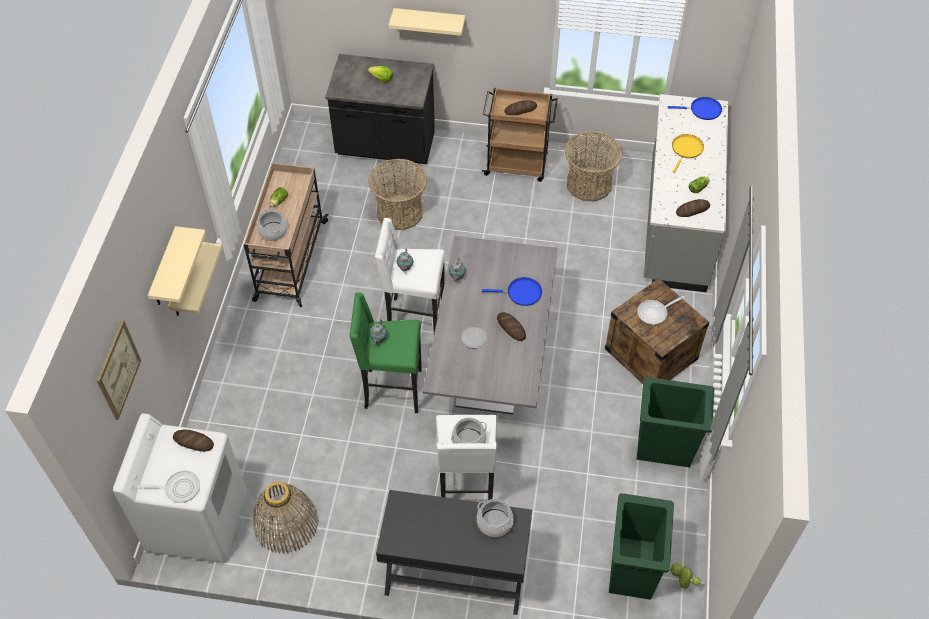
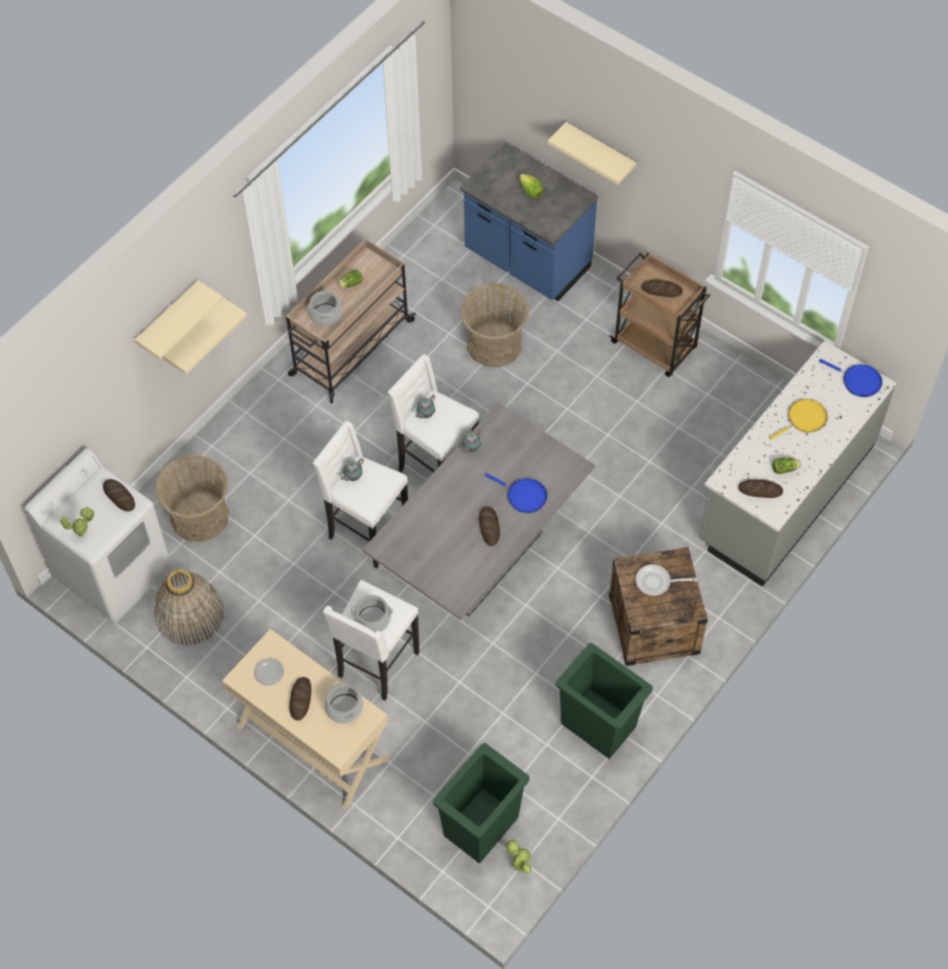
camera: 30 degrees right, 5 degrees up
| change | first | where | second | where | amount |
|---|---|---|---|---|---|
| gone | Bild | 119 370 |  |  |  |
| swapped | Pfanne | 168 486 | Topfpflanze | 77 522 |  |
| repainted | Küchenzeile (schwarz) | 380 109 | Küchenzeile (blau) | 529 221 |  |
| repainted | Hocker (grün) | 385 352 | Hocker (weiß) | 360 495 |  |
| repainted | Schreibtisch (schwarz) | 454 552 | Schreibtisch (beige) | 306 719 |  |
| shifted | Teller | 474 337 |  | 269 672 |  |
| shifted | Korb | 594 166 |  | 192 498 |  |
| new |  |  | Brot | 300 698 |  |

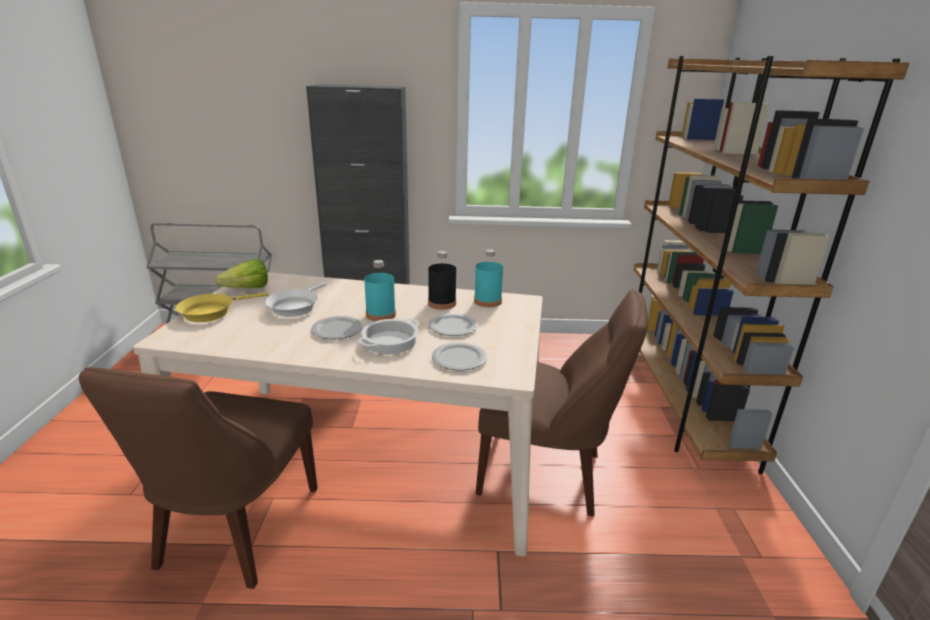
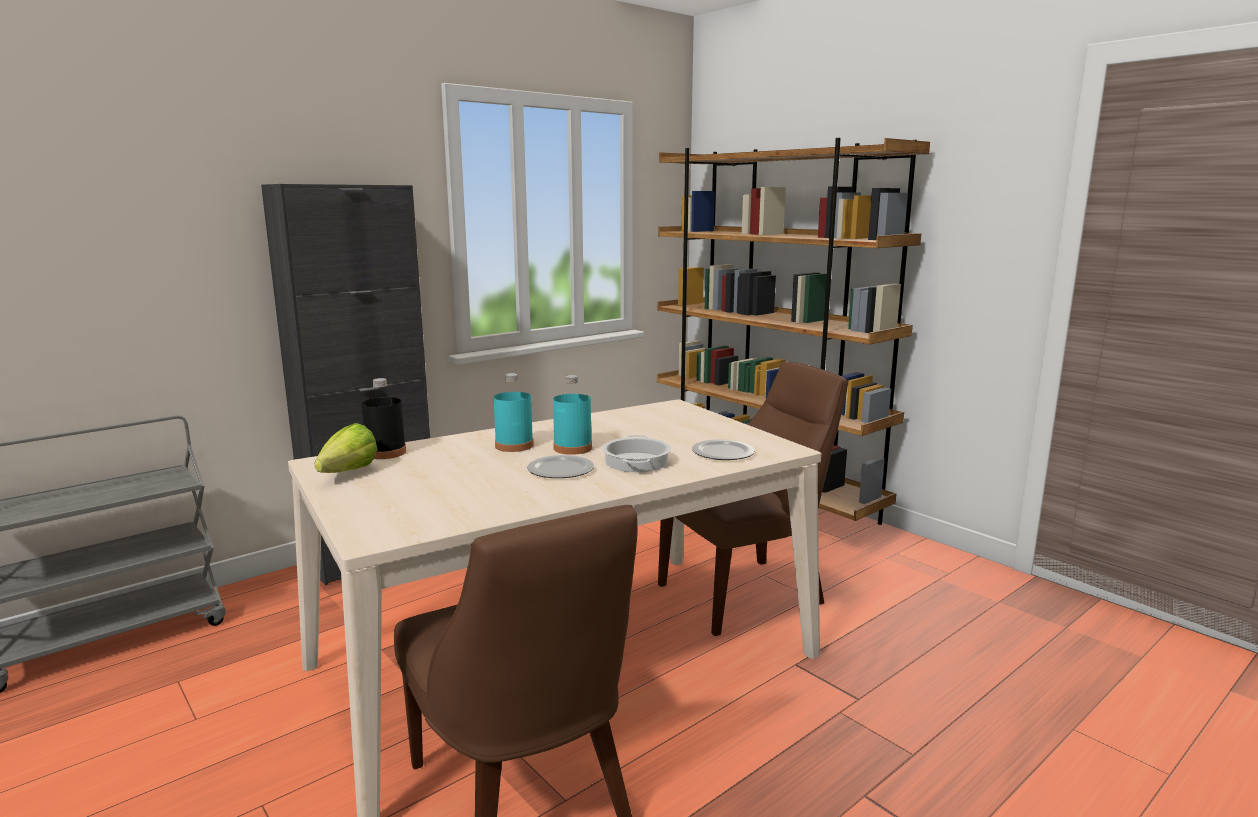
camera: 40 degrees left, 10 degrees down
| change | first | where | second | where | amount |
|---|---|---|---|---|---|
| gone | Pfanne (gelb) | 222 307 |  |  |  |
| gone | Pfanne (weiß) | 296 299 |  |  |  |
| shifted | Flasche (schwarz) | 442 280 |  | 383 418 |  |
| gone | Teller | 453 324 |  |  |  |
| shifted | Flasche (türkis) | 488 278 |  | 513 412 |  |

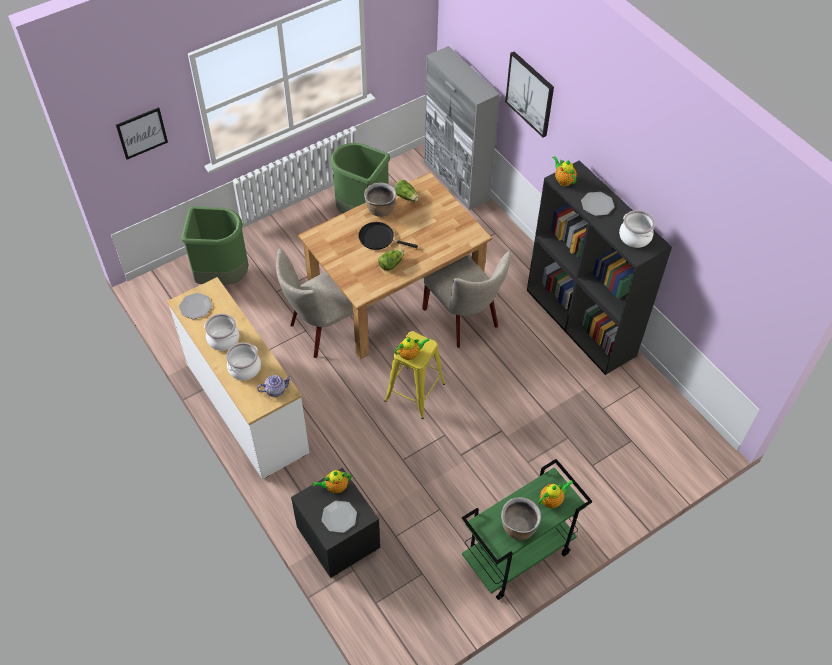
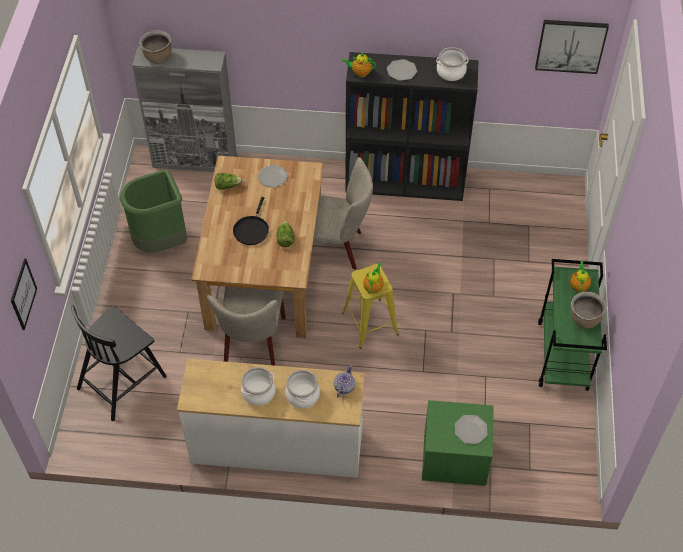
camera: 50 degrees left, 0 degrees up
| change | first | where | second | where | amount |
|---|---|---|---|---|---|
| shifted | Teller | 195 306 |  | 273 176 |  |
| swapped | Mülleimer (grün) | 215 245 | Stuhl (schwarz) | 118 363 |  |
| repainted | Nachttisch (schwarz) | 335 522 | Nachttisch (grün) | 458 443 |  |
| gone | Teekanne | 332 481 |  |  |  |
| rotated | Pfanne (schwarz) | 388 236 |  | 251 221 | 45 degrees counterclockwise |
| shifted | Kochtopf (braun) | 380 200 |  | 155 47 |  |
| shifted | Bild | 529 94 |  | 572 47 |  |

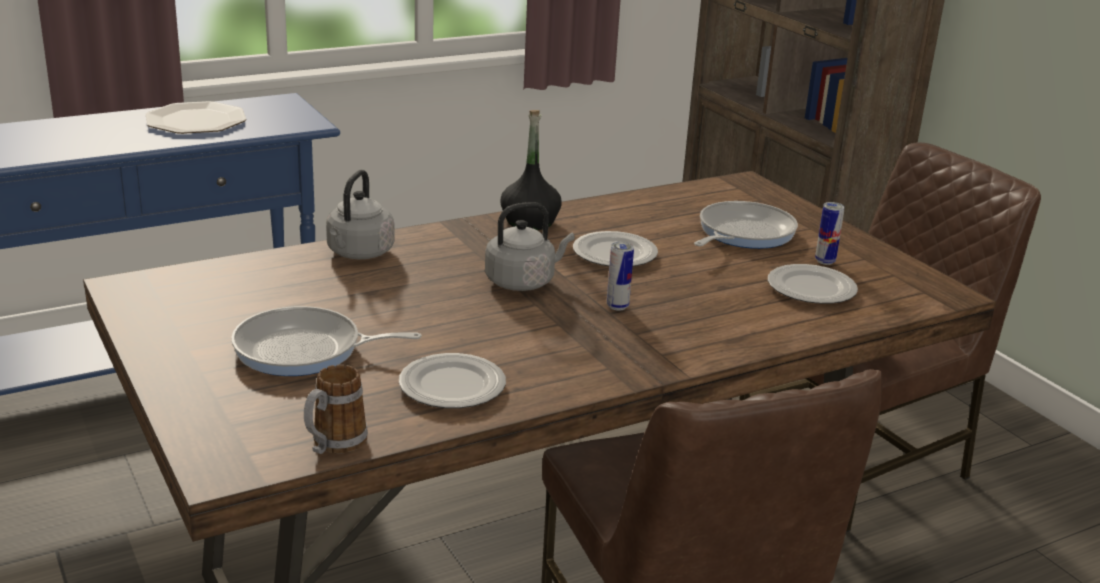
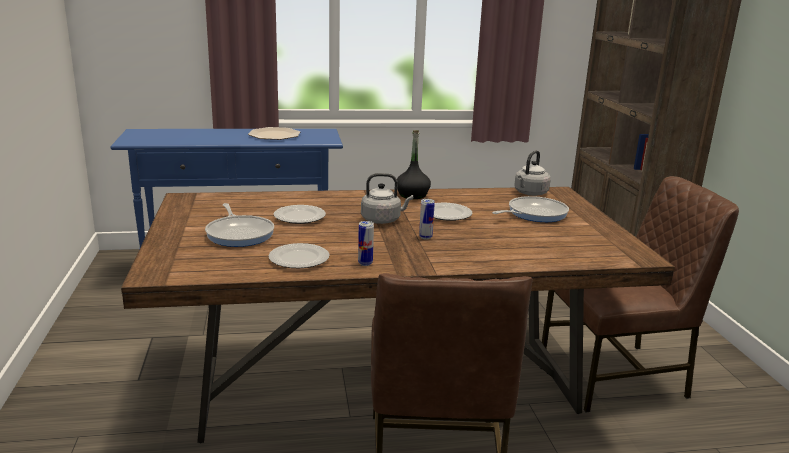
camera: 20 degrees right, 5 degrees down
| change | first | where | second | where | amount |
|---|---|---|---|---|---|
| rotated | Pfanne | 326 341 |  | 239 225 | 135 degrees counterclockwise |
| gone | Henkelbecher | 336 409 |  |  |  |
| shifted | Wasserkessel (grau) | 360 214 |  | 532 173 |  |
| shifted | Teller | 813 284 |  | 300 214 |  |
| shifted | Dose | 830 233 |  | 366 243 |  |

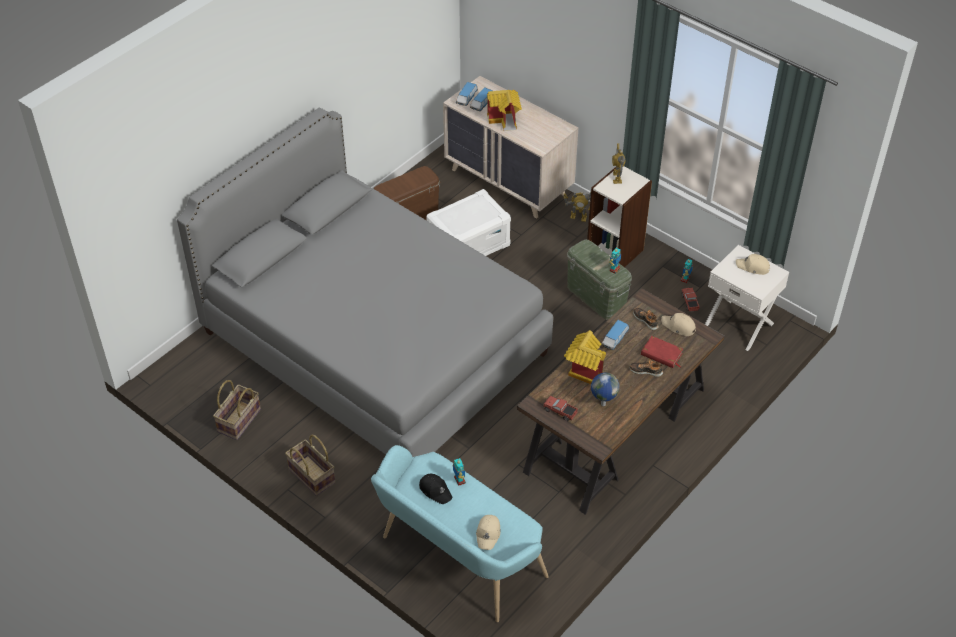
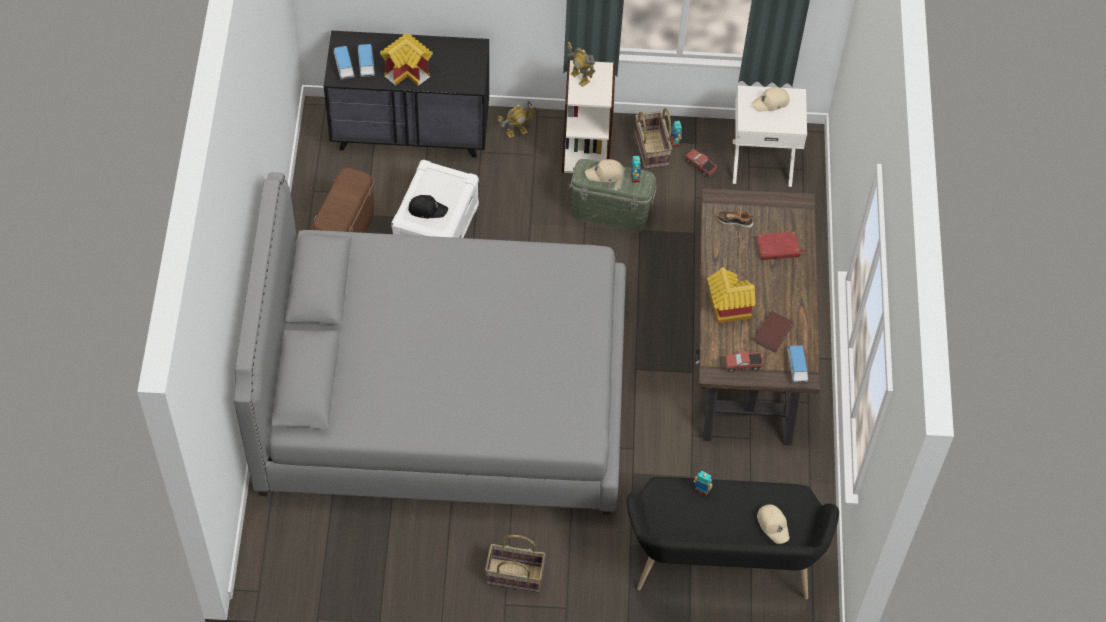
camera: 40 degrees left, 10 degrees up
| change | first | where | second | where | amount |
|---|---|---|---|---|---|
| shifted | Korb | 237 410 |  | 653 138 |  |
| repainted | Bank (türkis) | 460 533 | Bank (schwarz) | 732 538 |  |
| shifted | Kappe (schwarz) | 435 489 |  | 428 206 |  |
| repainted | Kommode (beige) | 511 147 | Kommode (schwarz) | 406 94 |  |
| swapped | Globus | 605 389 | Buch (braun) | 773 331 |  |
| shifted | Spielzeugauto | 615 335 |  | 797 364 |  |
| gone | Schuh | 646 368 |  |  |  |
| shifted | Kappe (beige) | 678 324 |  | 604 170 |  |

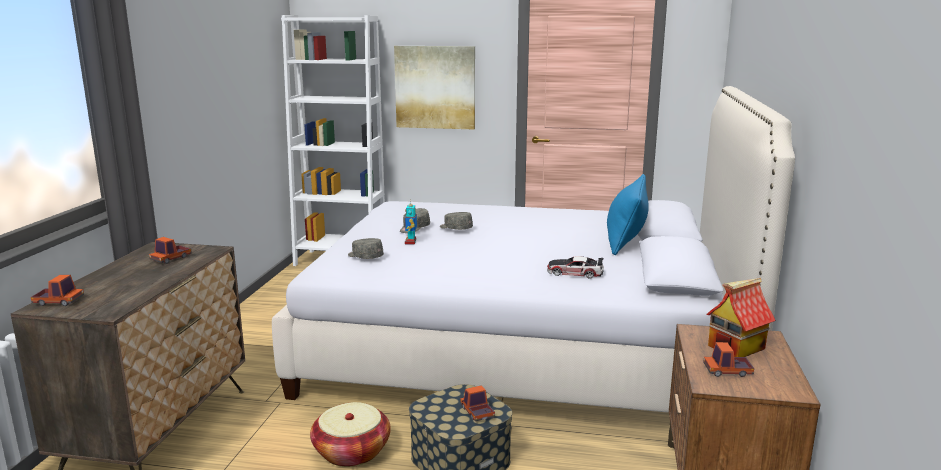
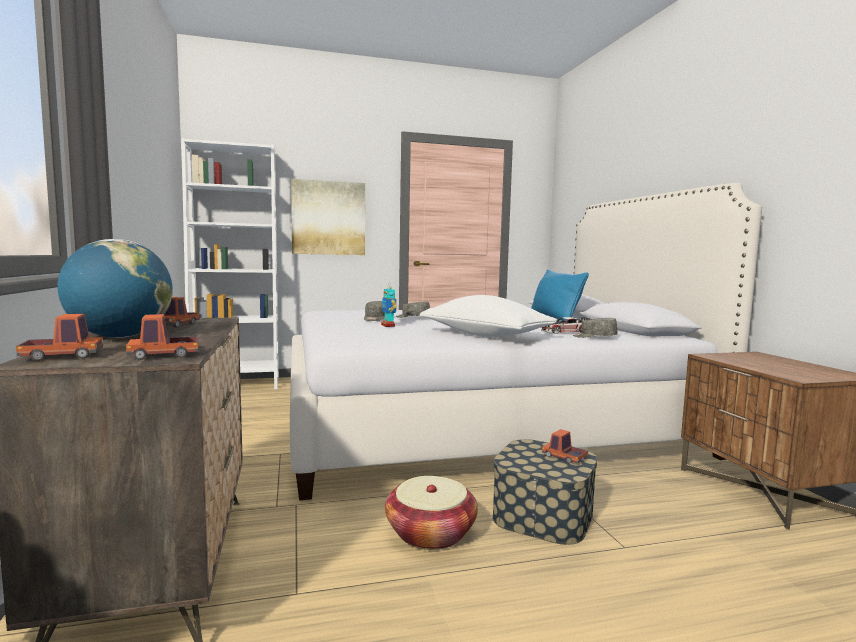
camera: 25 degrees left, 10 degrees down
| change | first | where | second | where | amount |
|---|---|---|---|---|---|
| shifted | Kappe (grau) | 366 248 |  | 595 328 |  |
| shifted | Spielzeuglaster | 728 359 |  | 162 337 |  |
| gone | Spielzeughaus | 741 317 |  |  |  |
| new |  |  | Globus | 115 288 |  |
| new |  |  | Kissen (weiß) | 488 316 |  |

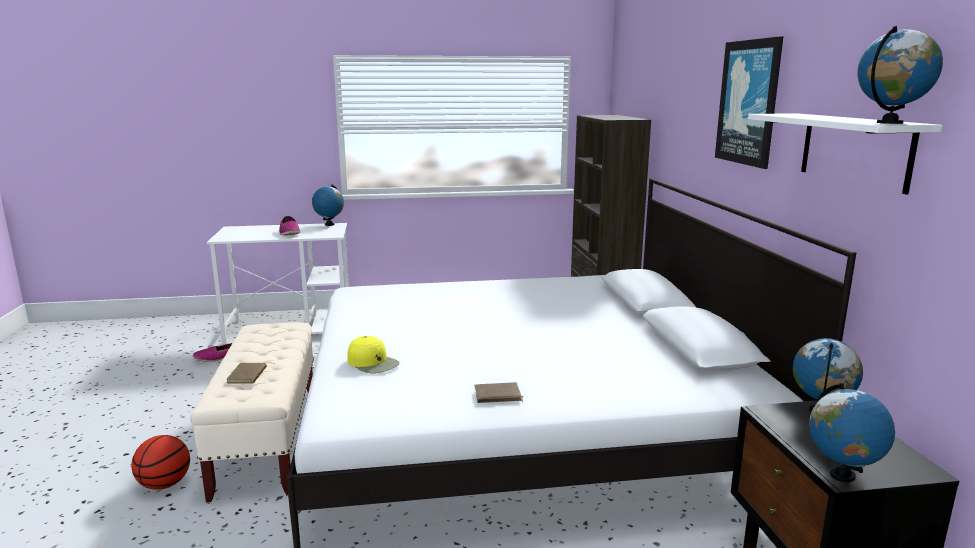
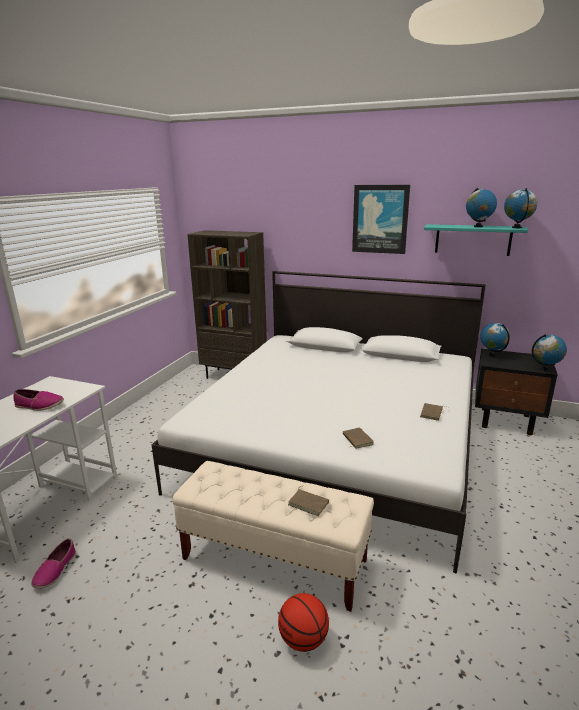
camera: 60 degrees left, 5 degrees up
| change | first | where | second | where | amount |
|---|---|---|---|---|---|
| shifted | Globus | 328 205 |  | 481 207 |  |
| swapped | Kappe (gelb) | 373 354 | Buch (braun) | 358 438 |  |
| repainted | Wandregal (weiß) | 845 153 | Wandregal (türkis) | 476 240 |  |

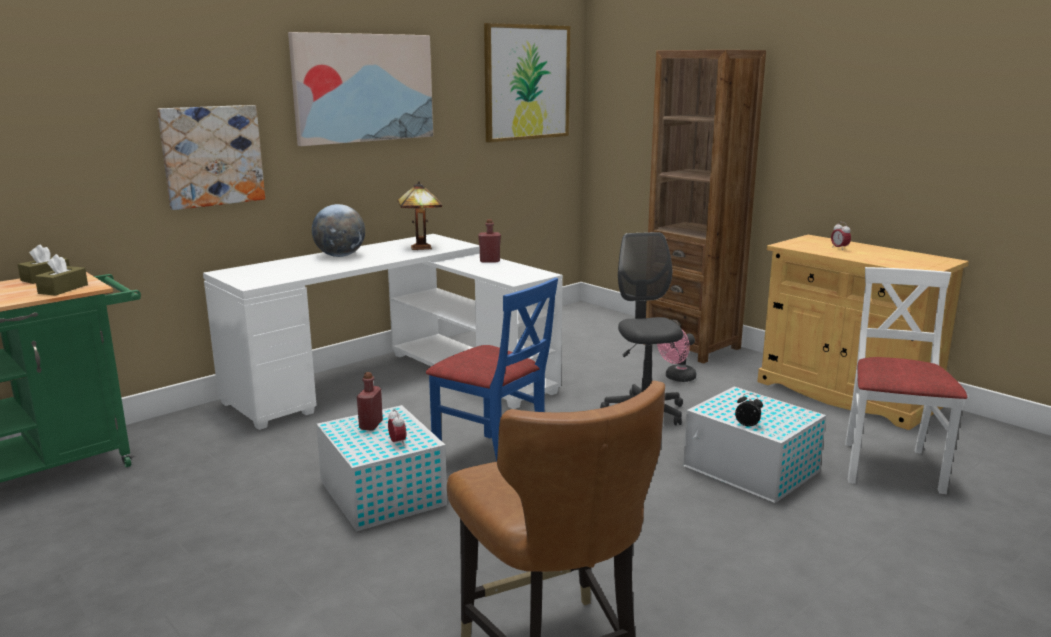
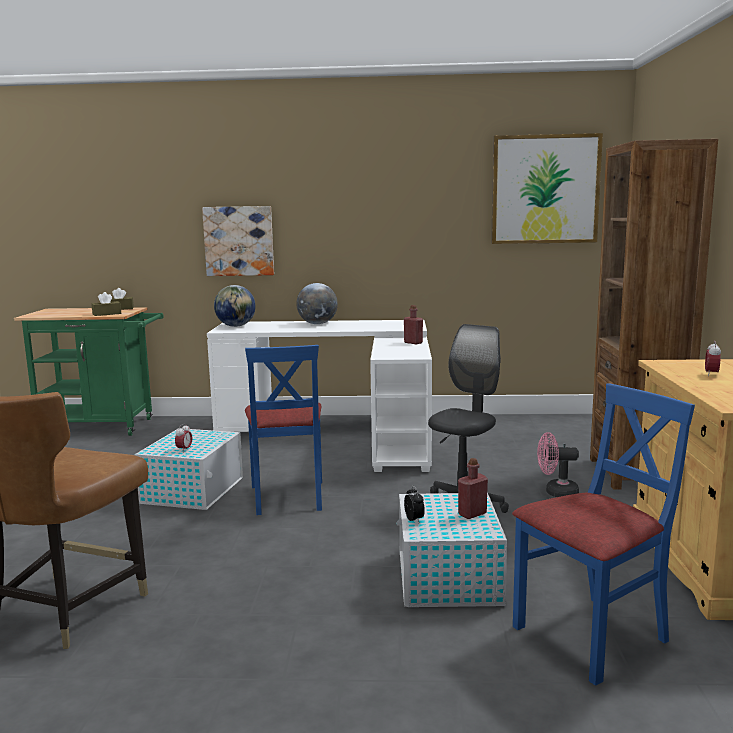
camera: 45 degrees right, 5 degrees down
| change | first | where | second | where | amount |
|---|---|---|---|---|---|
| gone | Bild | 360 89 |  |  |  |
| shifted | Flasche (rot) | 370 401 |  | 473 488 |  |
| gone | Tischlampe | 420 215 |  |  |  |
| repainted | Stuhl (weiß) | 906 380 | Stuhl (blau) | 603 534 |  |
| new |  |  | Globus | 235 306 |  |

